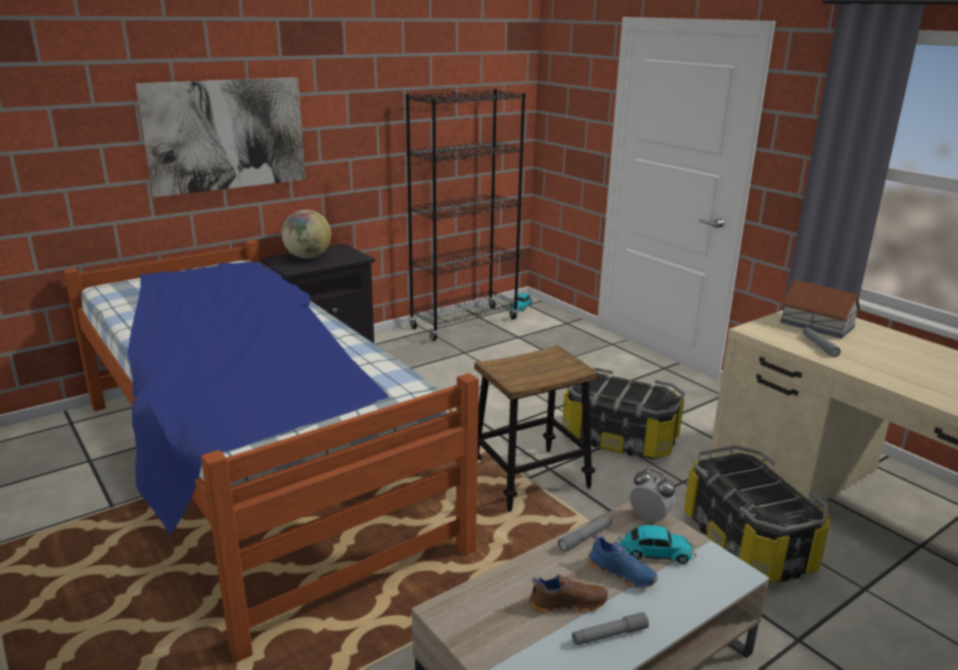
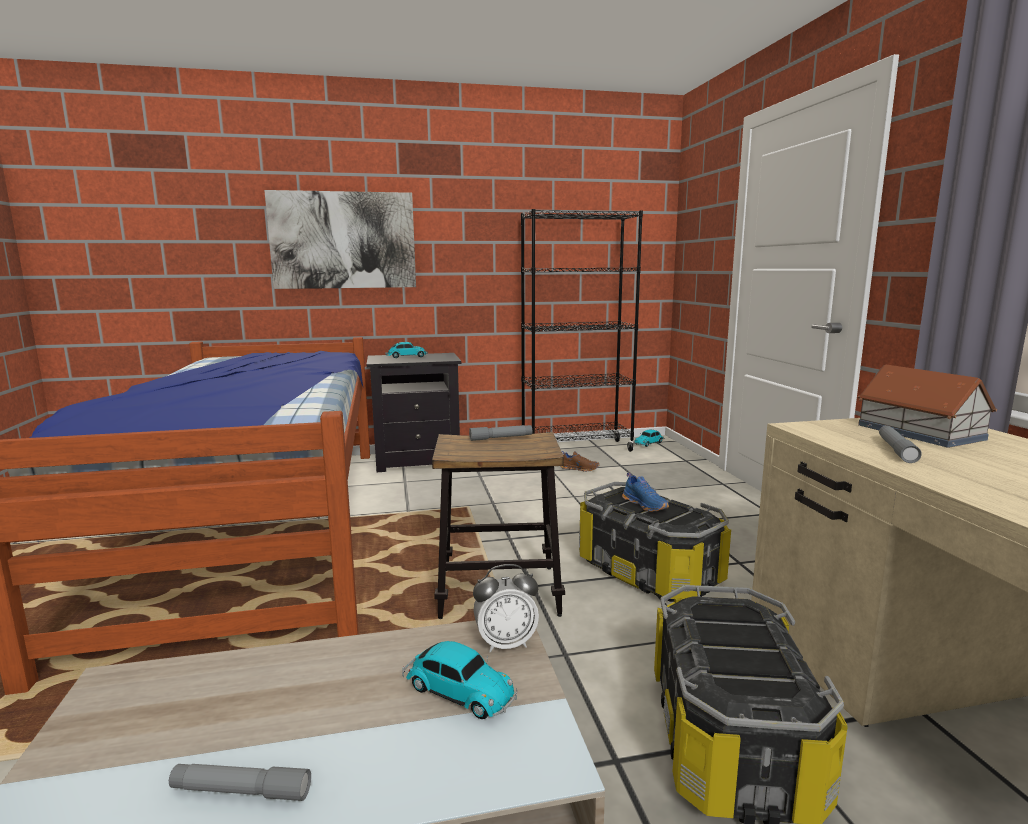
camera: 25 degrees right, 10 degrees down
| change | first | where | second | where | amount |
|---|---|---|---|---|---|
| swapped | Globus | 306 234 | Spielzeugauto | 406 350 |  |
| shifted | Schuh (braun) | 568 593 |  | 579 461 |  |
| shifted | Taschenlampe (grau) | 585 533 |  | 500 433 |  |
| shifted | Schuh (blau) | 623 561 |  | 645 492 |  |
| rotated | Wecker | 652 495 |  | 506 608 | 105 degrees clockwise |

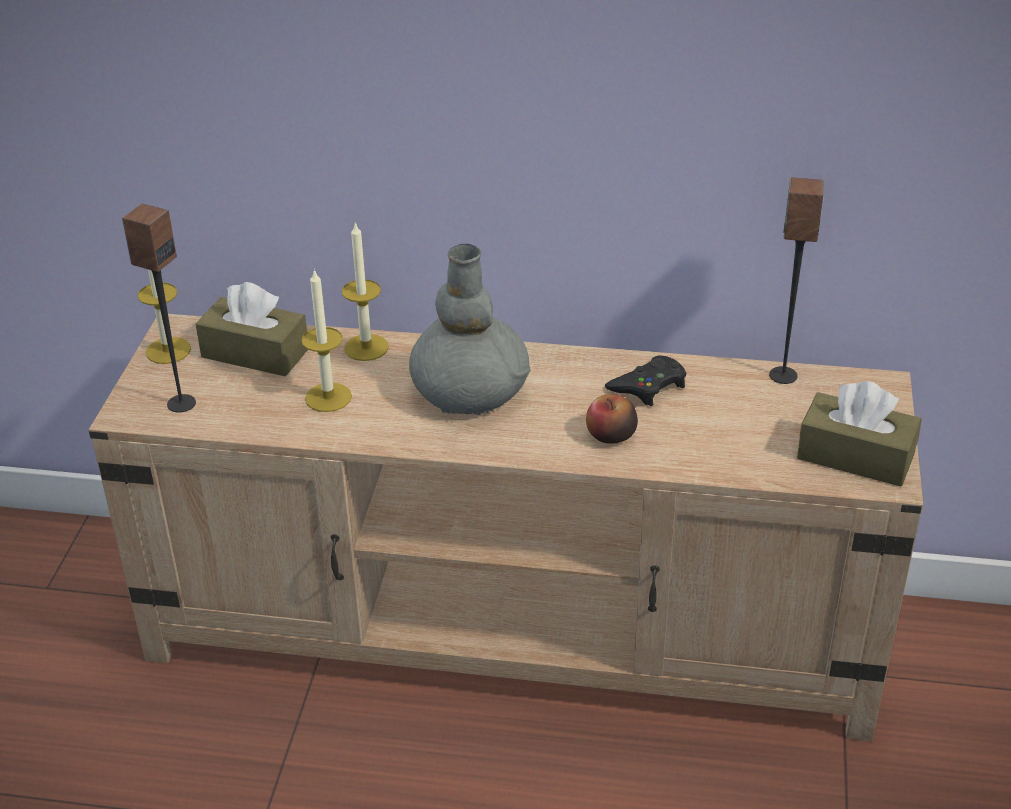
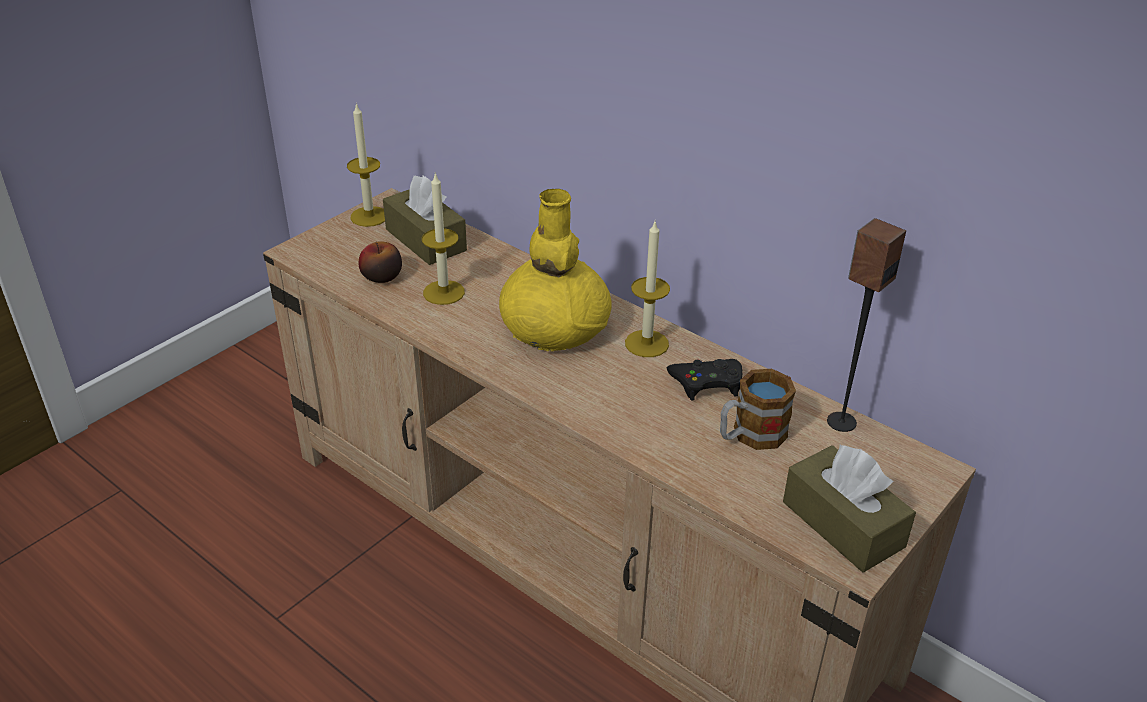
camera: 30 degrees right, 0 degrees up
| change | first | where | second | where | amount |
|---|---|---|---|---|---|
| gone | Lautsprecher | 159 308 |  |  |  |
| shifted | Kerze | 365 291 |  | 647 289 |  |
| repainted | Vase (grau) | 470 329 | Vase (gelb) | 555 270 |  |
| shifted | Apfel | 612 419 |  | 380 262 |  |
| new |  |  | Henkelbecher | 758 409 |  |

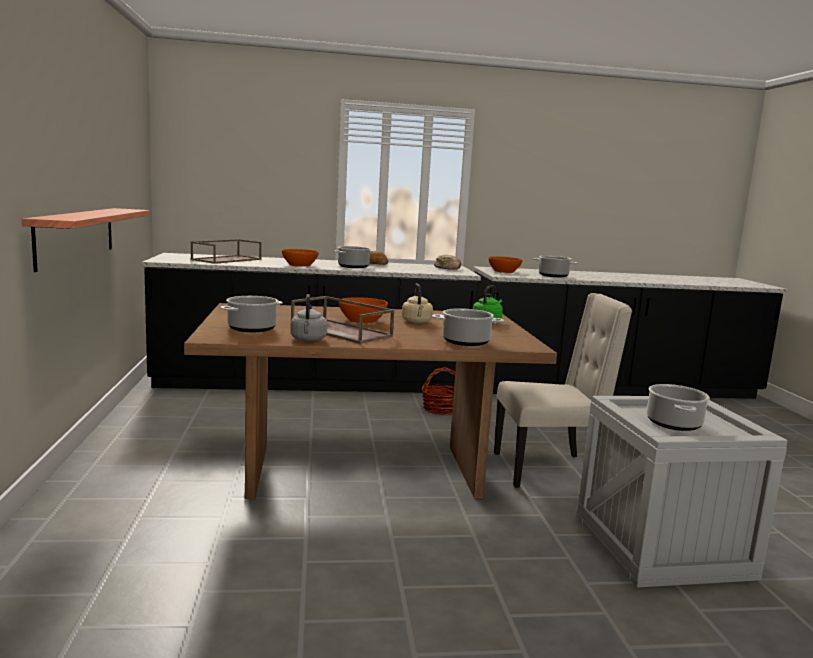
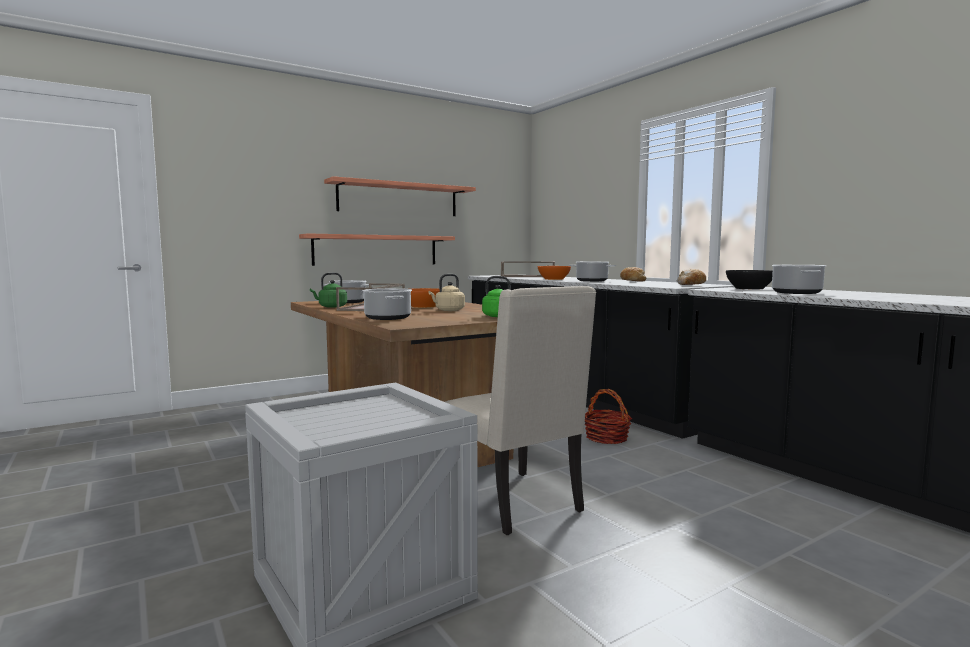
camera: 65 degrees right, 5 degrees down
| change | first | where | second | where | amount |
|---|---|---|---|---|---|
| repainted | Wasserkessel (grau) | 309 317 | Wasserkessel (grün) | 328 290 |  |
| repainted | Schüssel (orange) | 505 264 | Schüssel (schwarz) | 749 279 |  |
| gone | Kochtopf | 678 407 |  |  |  |
| new |  |  | Wandregal | 400 196 |  |

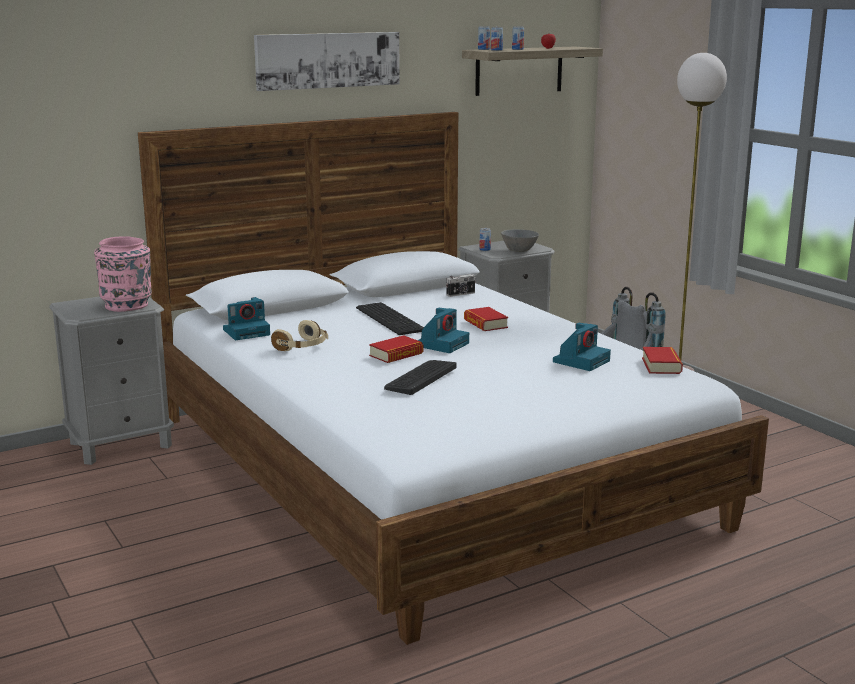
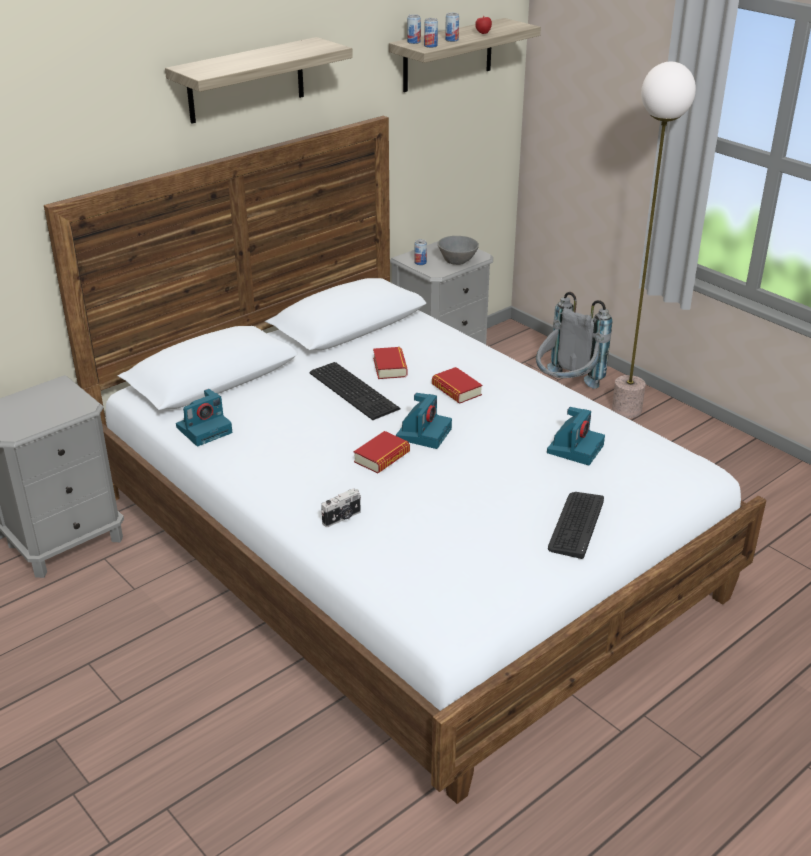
camera: 10 degrees left, 15 degrees up
| change | first | where | second | where | amount |
|---|---|---|---|---|---|
| gone | Vase (rosa) | 123 274 |  |  |  |
| swapped | Bild | 327 61 | Wandregal | 259 80 |  |
| gone | Kopfhörer (beige) | 299 335 |  |  |  |
| shifted | Tastatur | 420 377 |  | 576 525 |  |
| shifted | Kamera | 461 285 |  | 341 507 |  |
| shifted | Buch | 662 360 |  | 390 363 |  |

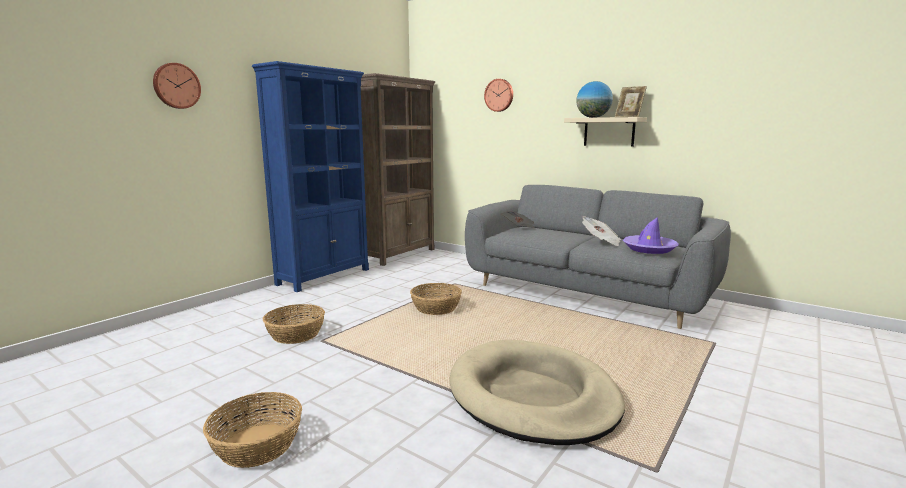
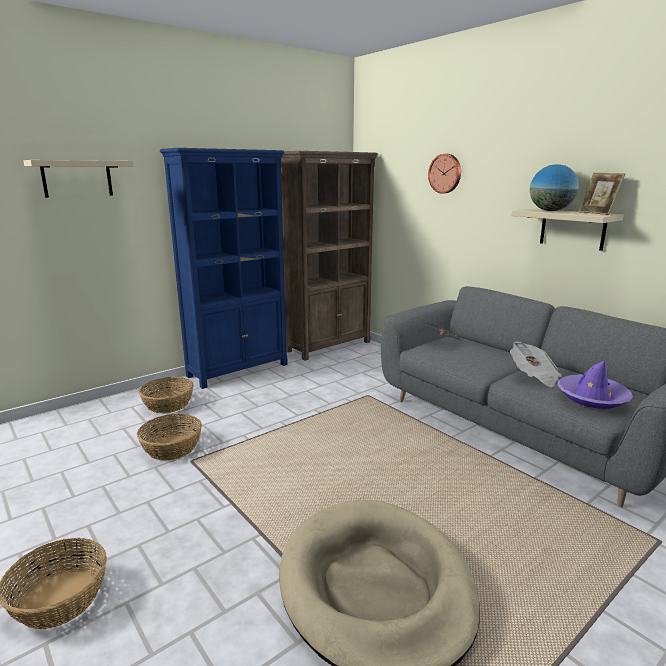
camera: 15 degrees right, 5 degrees up
| change | first | where | second | where | amount |
|---|---|---|---|---|---|
| swapped | Wanduhr | 177 86 | Wandregal (beige) | 78 179 |  |
| shifted | Korb | 436 299 |  | 166 395 |  |

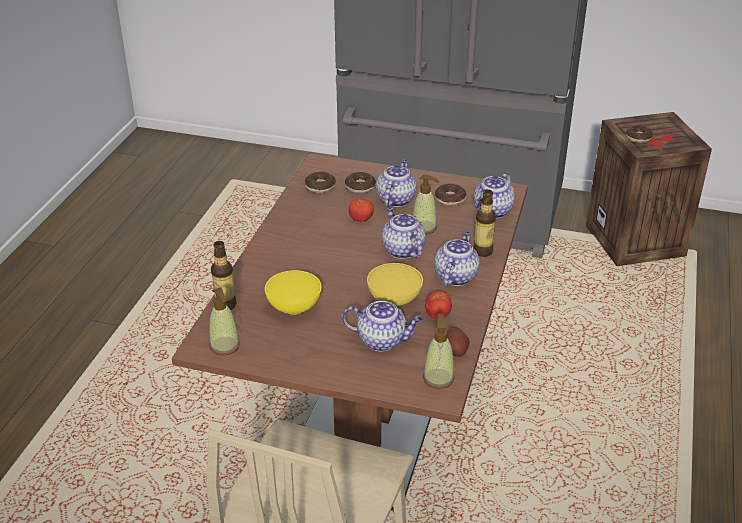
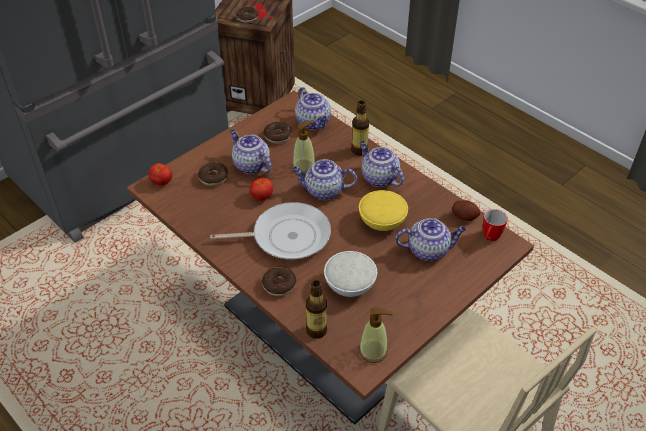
camera: 60 degrees left, 10 degrees up
| change | first | where | second | where | amount |
|---|---|---|---|---|---|
| repainted | Schüssel (gelb) | 293 292 | Schüssel (weiß) | 350 274 |  |
| shifted | Donut | 320 182 |  | 279 281 |  |
| rotated | Teekanne | 382 326 |  | 430 239 | 45 degrees clockwise |
| swapped | Seifenspender | 438 351 | Henkelbecher | 495 225 |  |
| shifted | Tomate | 438 305 |  | 160 174 |  |
| new |  |  | Pfanne | 270 230 |  |

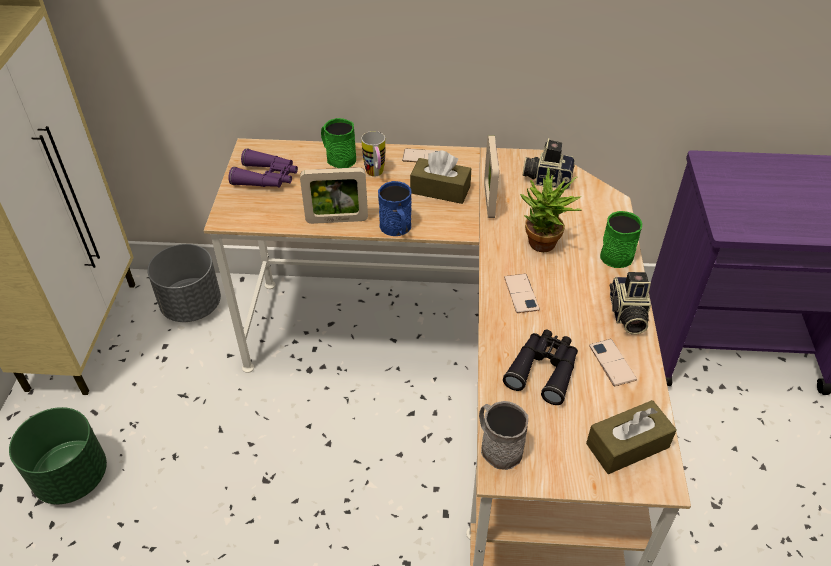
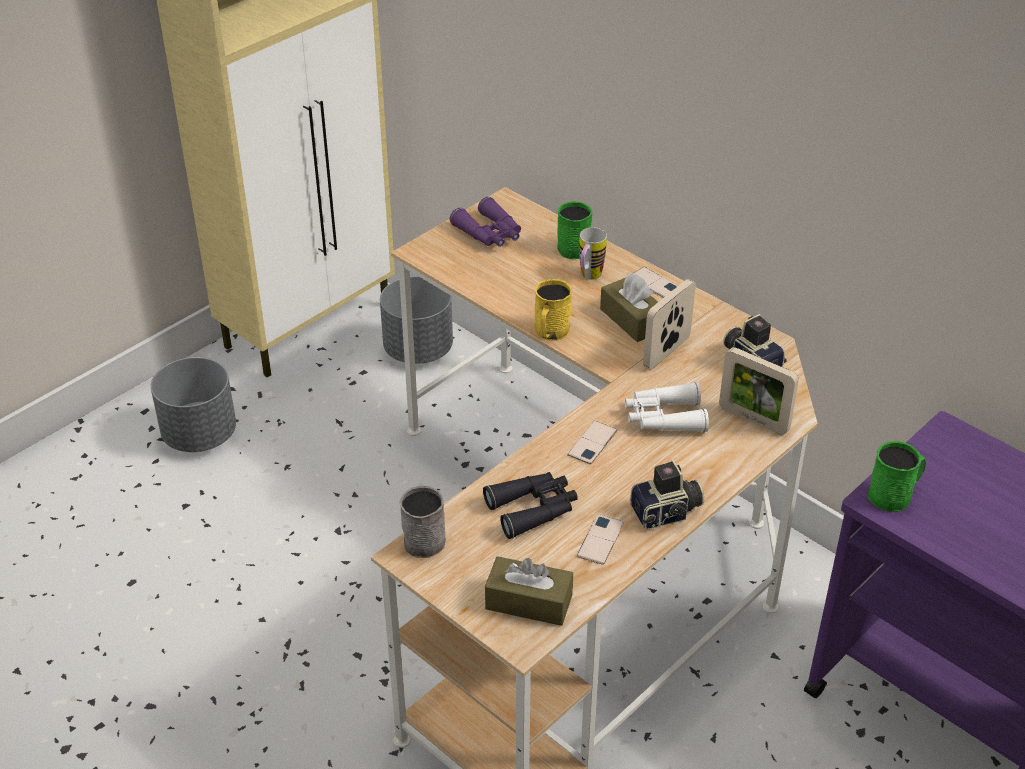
camera: 40 degrees right, 5 degrees down
| change | first | where | second | where | amount |
|---|---|---|---|---|---|
| repainted | Pflanzkübel (grün) | 58 455 | Pflanzkübel (grau) | 193 404 |  |
| shifted | Bilderrahmen | 334 195 |  | 759 391 |  |
| repainted | Henkelbecher (blau) | 395 208 | Henkelbecher (gelb) | 553 310 |  |
| swapped | Topfpflanze | 550 209 | Fernglas (weiß) | 667 407 |  |
| shifted | Henkelbecher (grün) | 621 239 |  | 897 476 |  |
| rotated | Kamera | 630 303 |  | 667 494 | 150 degrees counterclockwise |

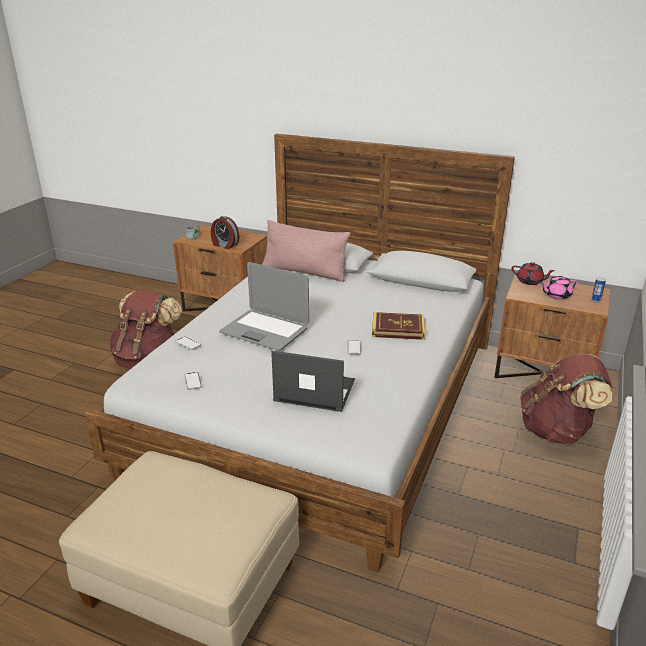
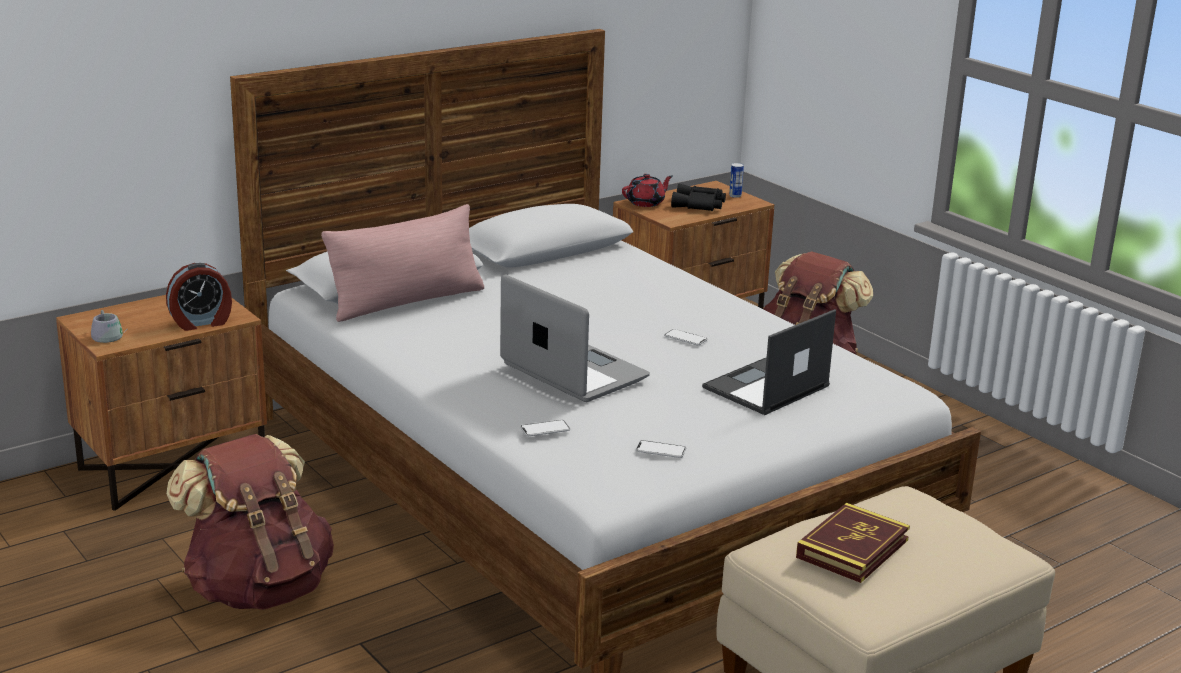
camera: 60 degrees left, 5 degrees down
| change | first | where | second | where | amount |
|---|---|---|---|---|---|
| rotated | Laptop | 264 306 |  | 575 338 | 105 degrees counterclockwise |
| shifted | Buch | 398 326 |  | 853 543 |  |
| swapped | Teekanne (rosa) | 559 288 | Fernglas (schwarz) | 698 197 |  |

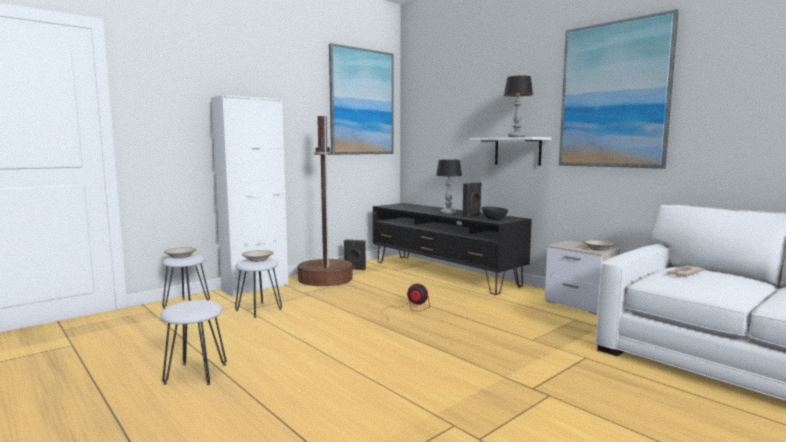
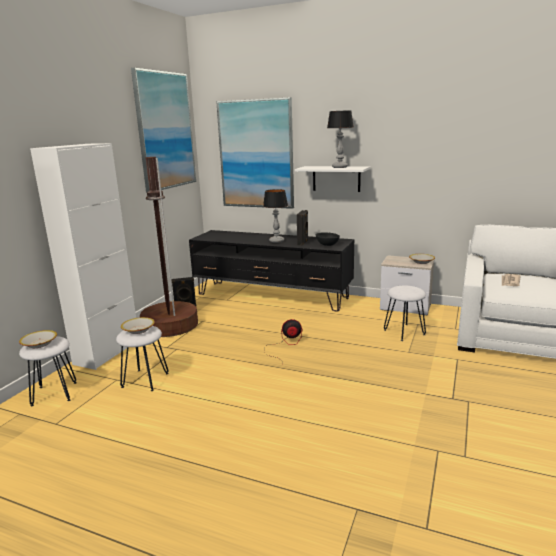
camera: 25 degrees left, 10 degrees up
| change | first | where | second | where | amount |
|---|---|---|---|---|---|
| shifted | Hocker (weiß) | 193 342 |  | 405 313 |  |
| shifted | Bild | 619 89 |  | 255 153 |  |

